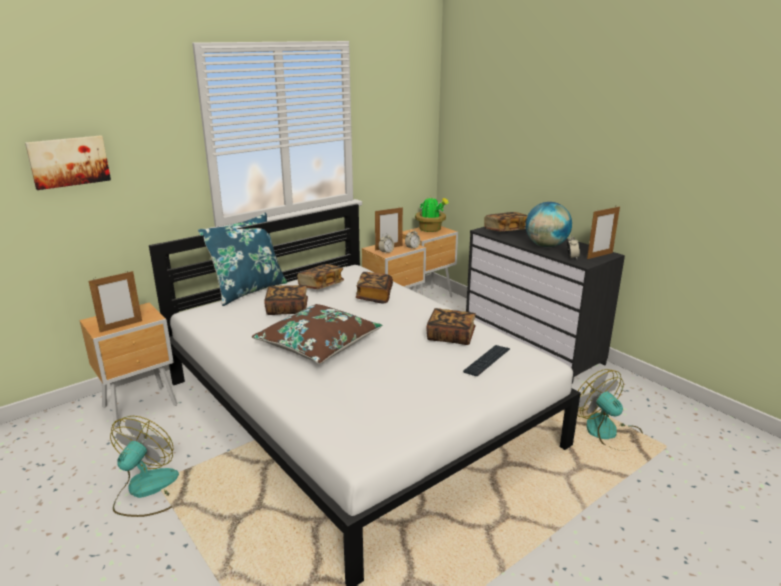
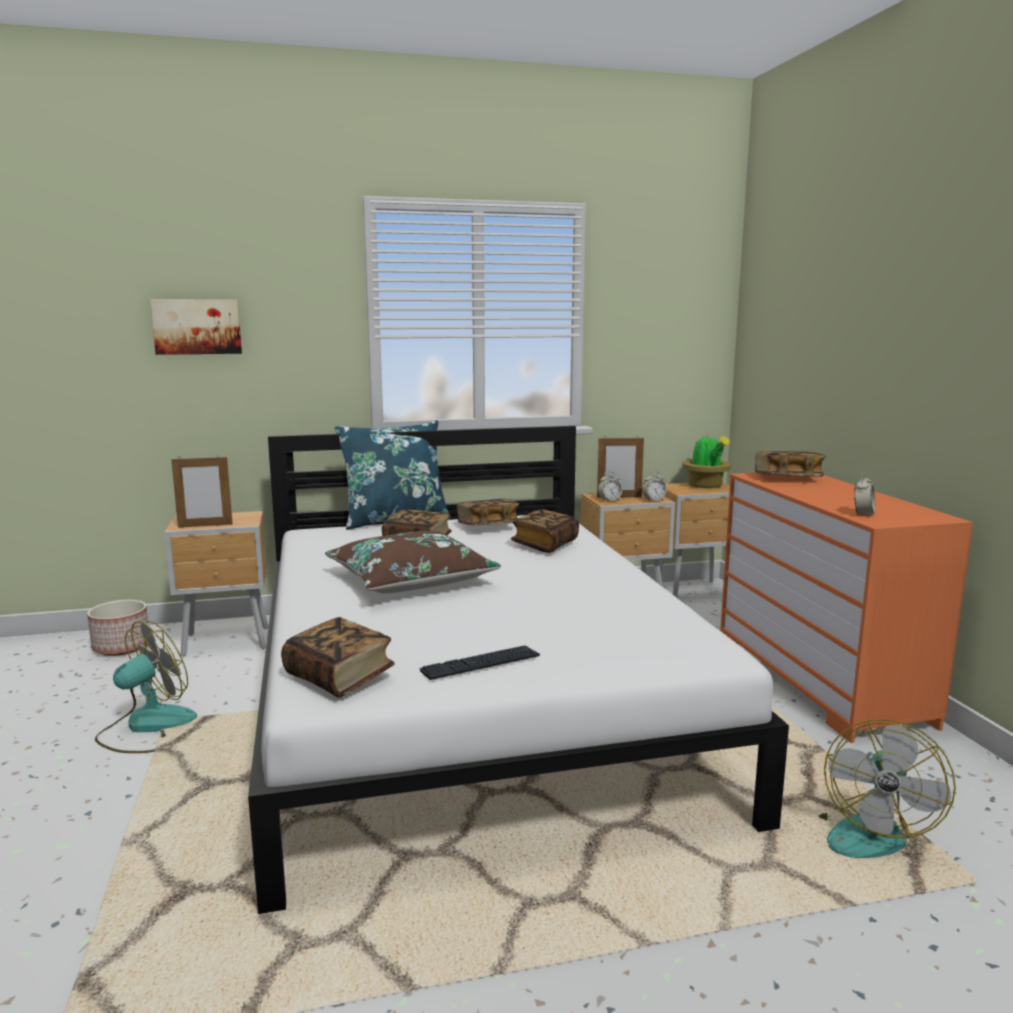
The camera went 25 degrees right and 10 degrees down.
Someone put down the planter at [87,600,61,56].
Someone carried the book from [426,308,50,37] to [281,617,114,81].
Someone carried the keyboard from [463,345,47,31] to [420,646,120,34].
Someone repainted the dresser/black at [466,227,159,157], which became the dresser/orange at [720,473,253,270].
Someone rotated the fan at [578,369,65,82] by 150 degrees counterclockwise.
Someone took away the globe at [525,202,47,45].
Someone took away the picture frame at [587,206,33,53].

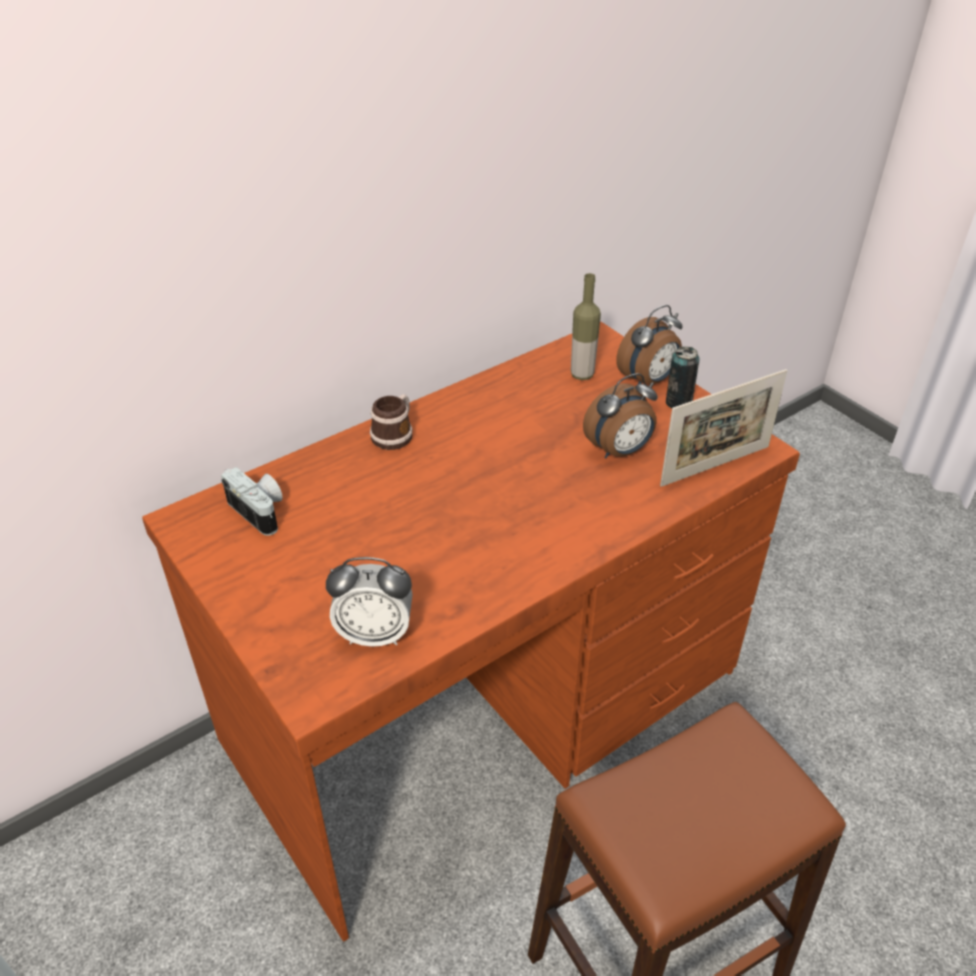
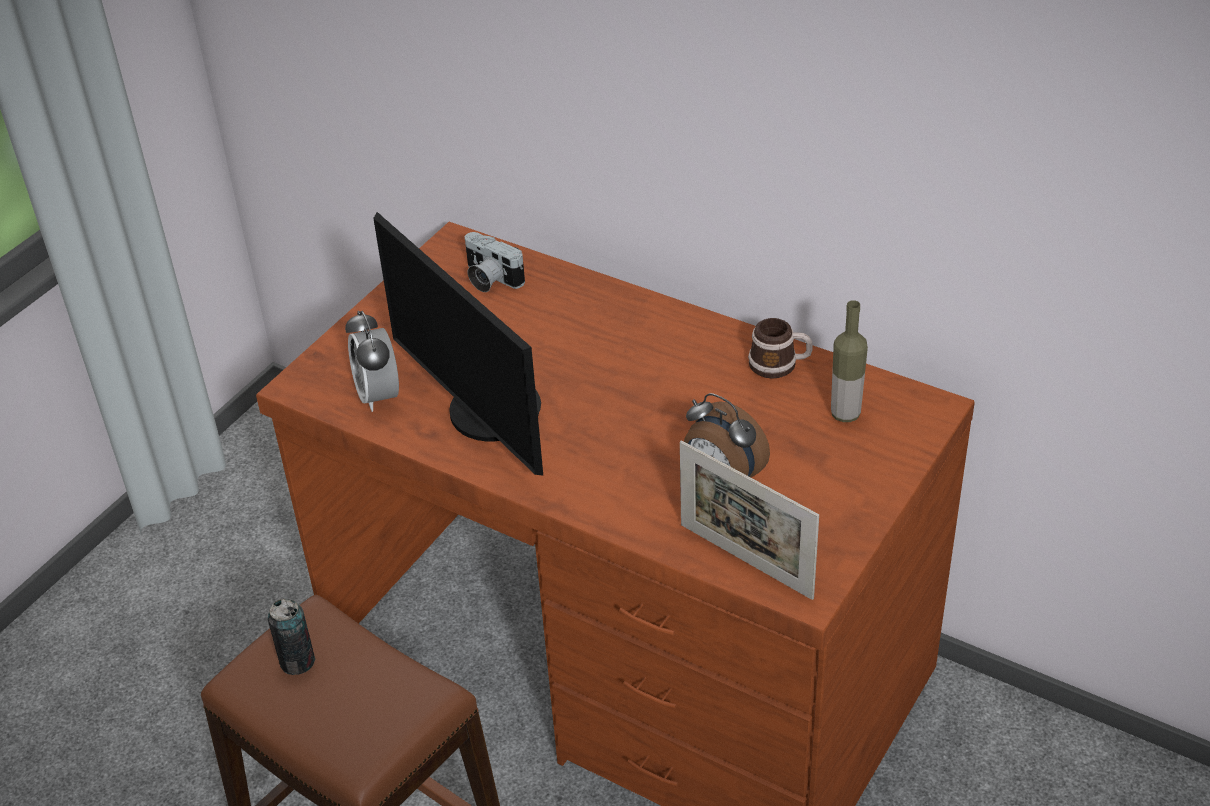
The camera went 70 degrees right and 0 degrees up.
Someone carried the can from [666,346,34,62] to [268,598,47,77].
Someone put down the monitor at [373,212,170,264].
Someone rotated the photo camera at [221,467,62,69] by 105 degrees clockwise.
Someone carried the mug from [370,394,43,56] to [748,318,65,61].
Someone took away the alarm clock at [617,305,65,79].

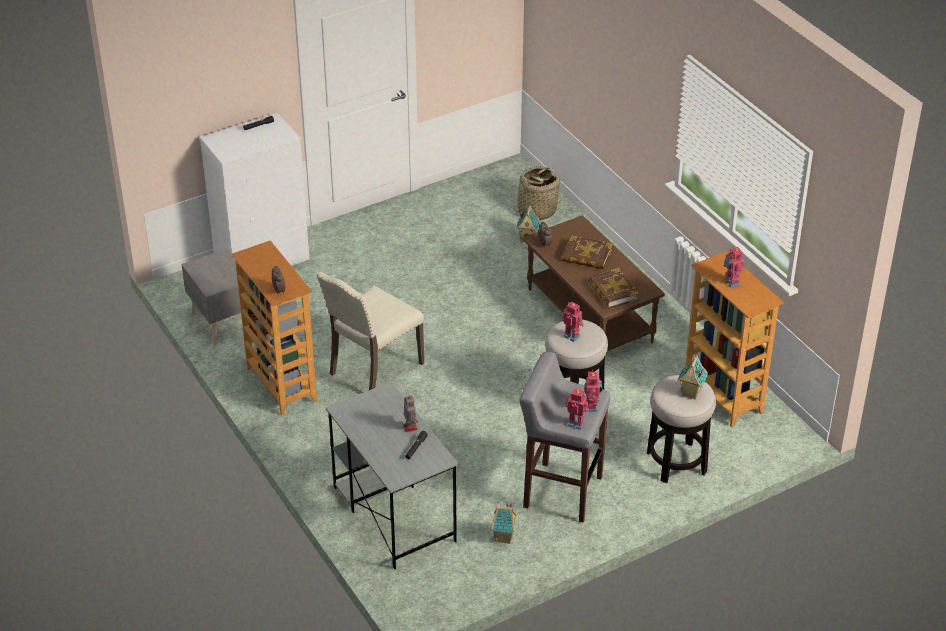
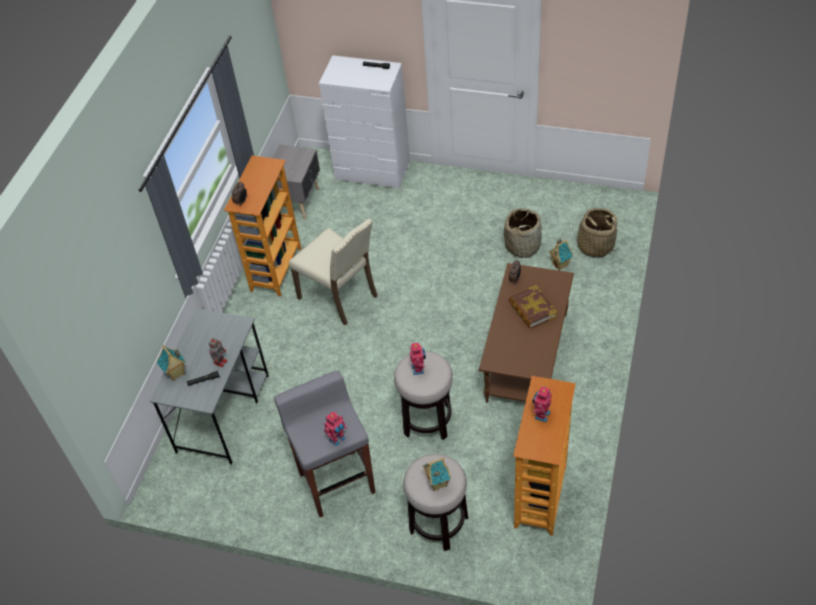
The camera went 50 degrees right and 10 degrees up.
Someone carried the toy house from [491,503,26,41] to [157,345,29,36].
Someone rotated the chair/beige at [316,272,108,118] by 135 degrees counterclockwise.
Someone put down the basket at [504,208,38,50].
Someone took away the toy robot at [565,388,24,42].
Someone took away the book at [588,268,51,40].

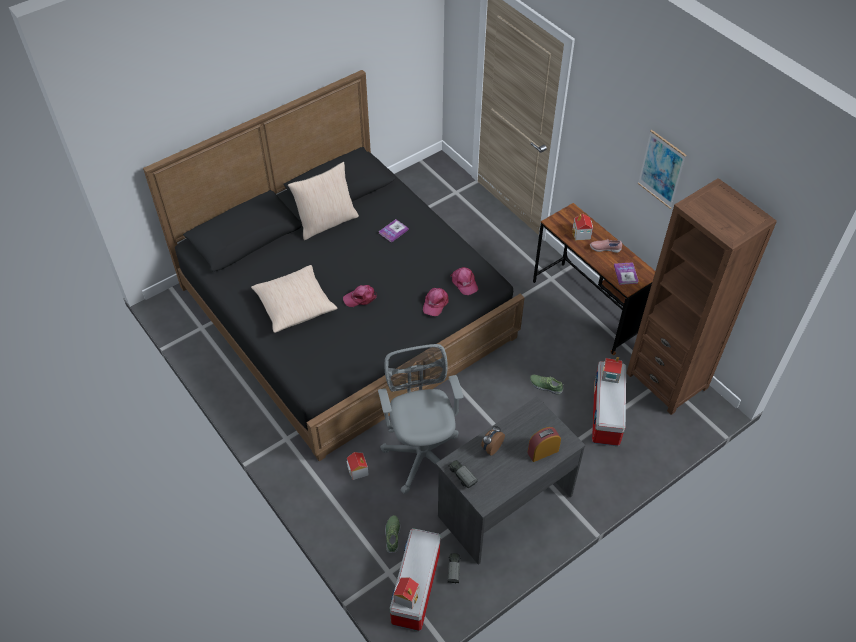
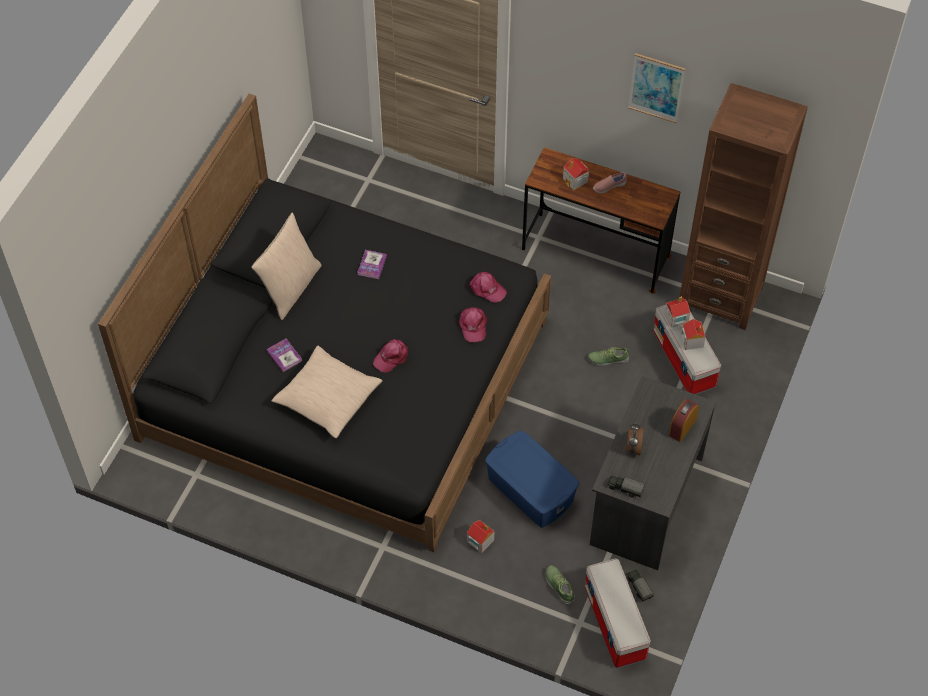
The camera went 30 degrees left and 5 degrees up.
Someone carried the book from [614,262,25,23] to [266,339,36,33].
Someone swapped the office chair/grey at [378,344,85,150] for the storage box/blue at [485,431,94,97].
Someone carried the toy house from [394,577,25,32] to [681,319,25,31].

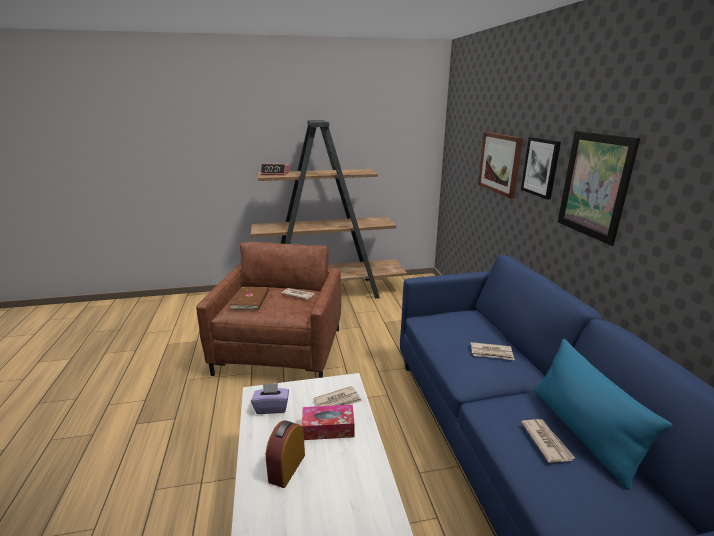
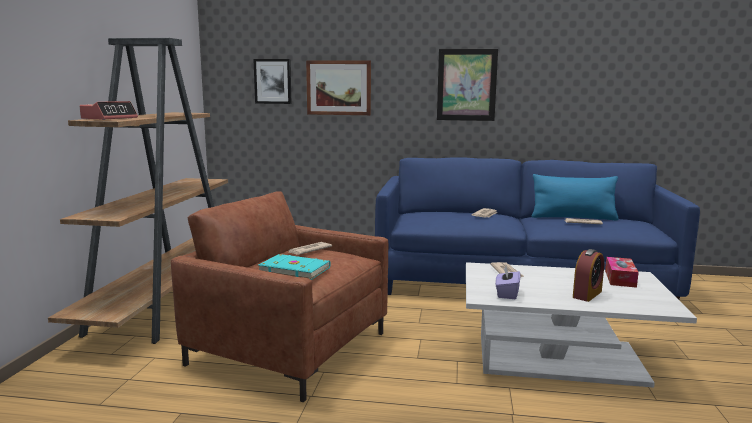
The camera went 70 degrees left and 10 degrees down.
Someone carried the picture from [521,137,40,62] to [253,59,39,45].
Someone repainted the book/brown at [230,287,39,23], which became the book/turquoise at [258,254,73,26].
Someone rotated the alarm clock at [266,420,39,68] by 90 degrees counterclockwise.
Someone carried the tissue box from [302,405,53,35] to [605,257,34,31].

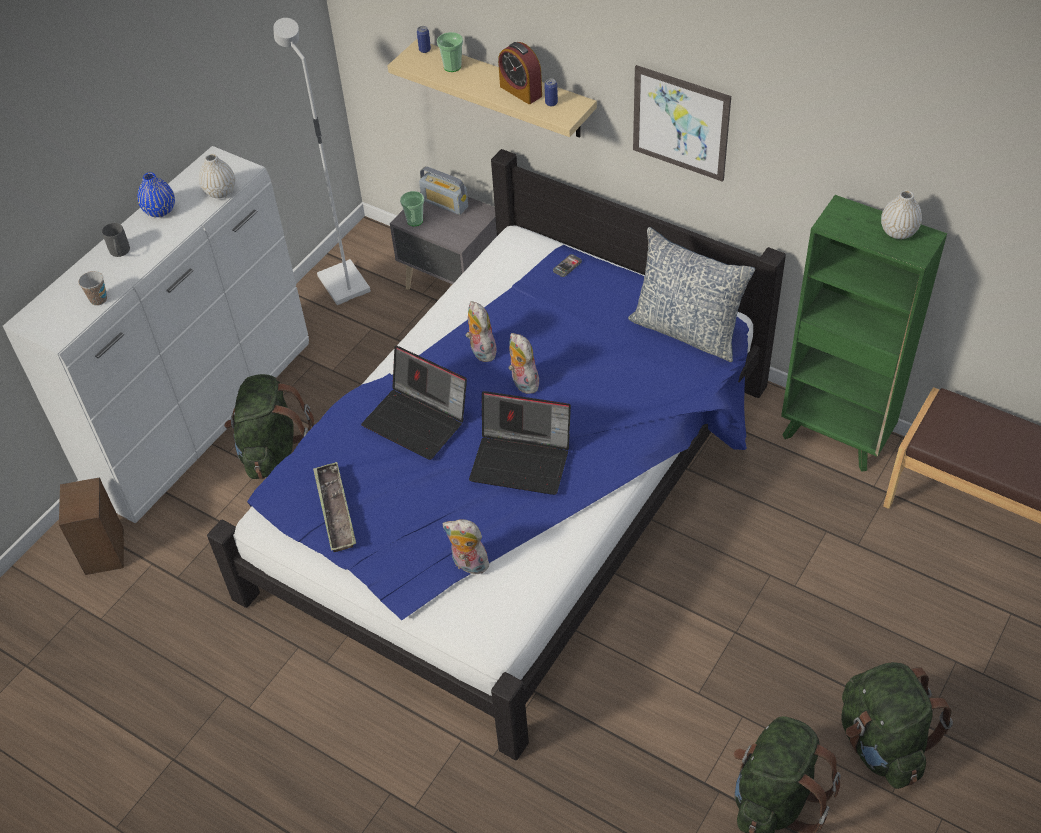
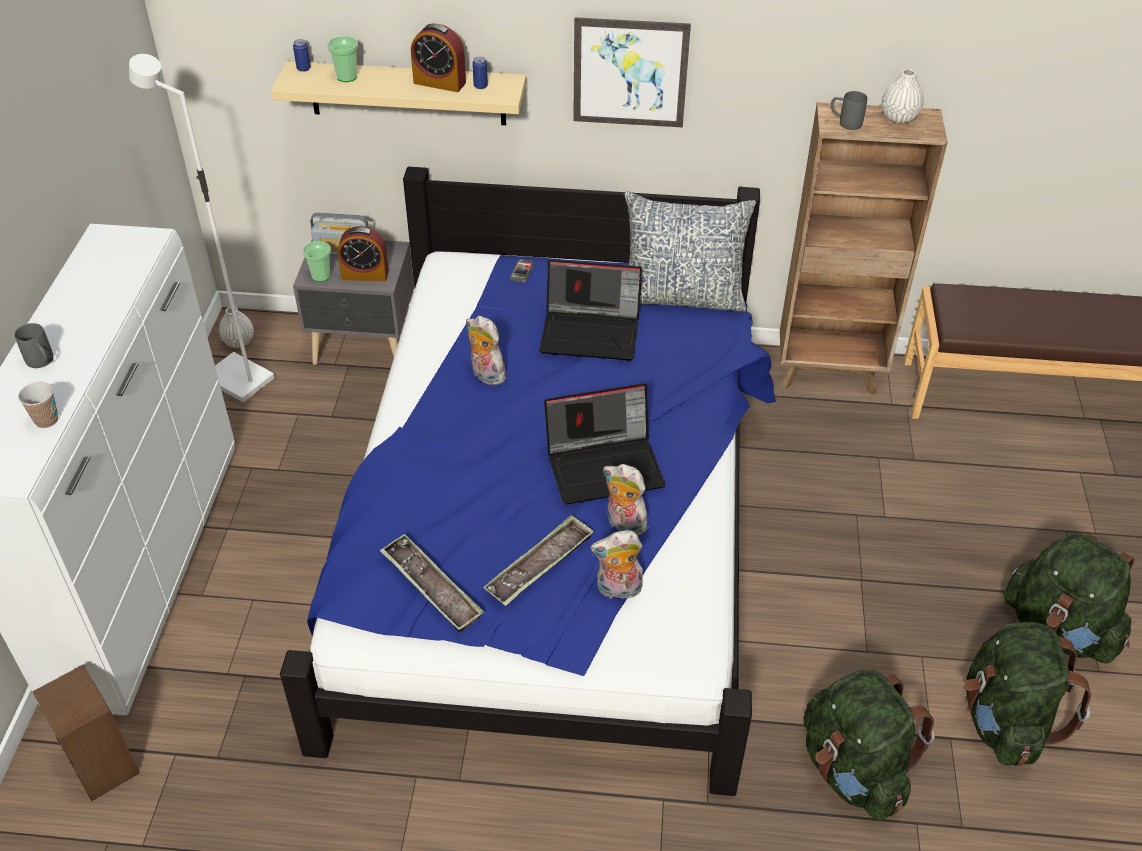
The camera went 30 degrees left and 5 degrees down.
Someone carried the vase/white from [199,154,36,44] to [219,307,35,41].
Someone put down the alarm clock at [338,226,51,55].
Someone put down the tray at [483,515,111,91].
Someone carried the laptop from [361,346,106,114] to [539,260,103,100].
Someone carried the plush toy from [508,333,31,61] to [603,464,44,72].
Someone repainted the bookcase/green at [781,195,166,277], which became the bookcase/brown at [780,102,168,293].
Someone carried the backpack/green from [224,374,90,105] to [804,670,131,151].
Someone put down the mug/grey at [831,91,36,39].
Someone took away the vase/blue at [138,172,37,45].

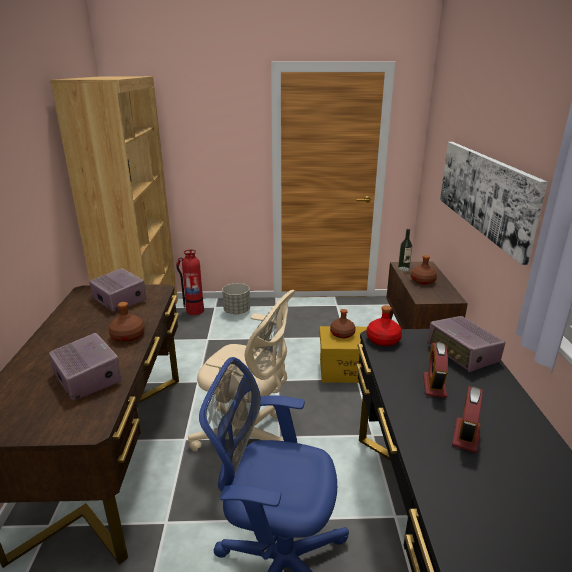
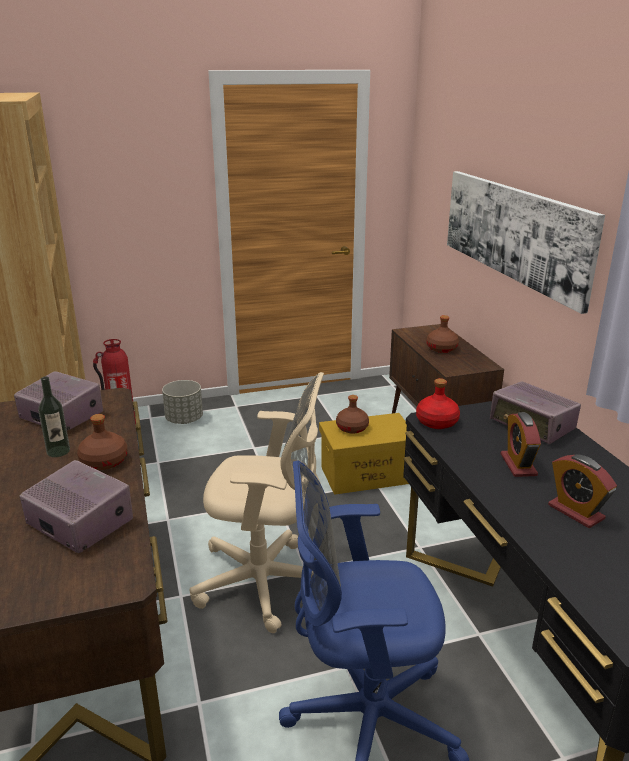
The camera went 15 degrees left and 0 degrees up.
Someone carried the bottle from [398,229,14,42] to [38,376,32,81].
Someone rotated the alarm clock at [452,386,31,67] by 45 degrees counterclockwise.

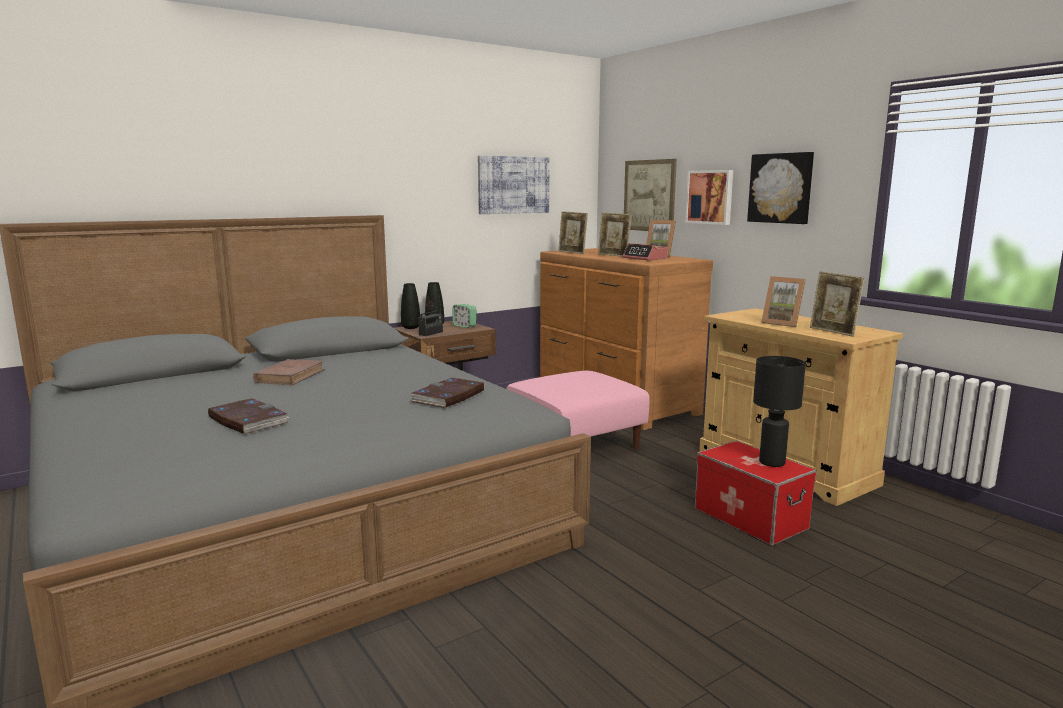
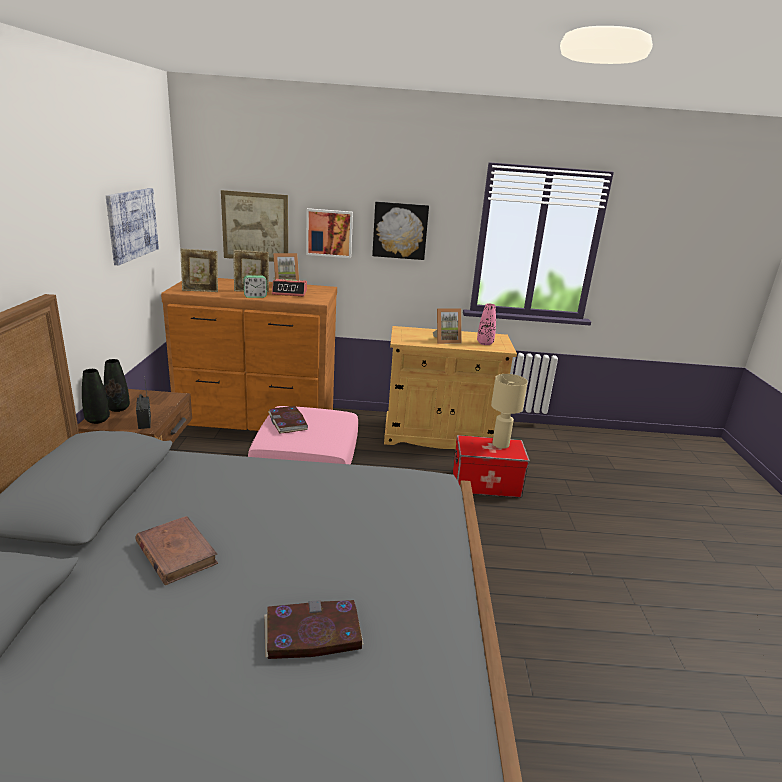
The camera went 55 degrees left and 10 degrees up.
Someone carried the alarm clock from [453,304,23,24] to [243,275,24,23].
Someone carried the book from [410,378,74,30] to [268,406,40,28].
Someone swapped the picture frame at [810,271,55,66] for the vase/pink at [477,303,19,42].
Someone repainted the table lamp/black at [753,356,53,111], which became the table lamp/beige at [491,374,37,75].

